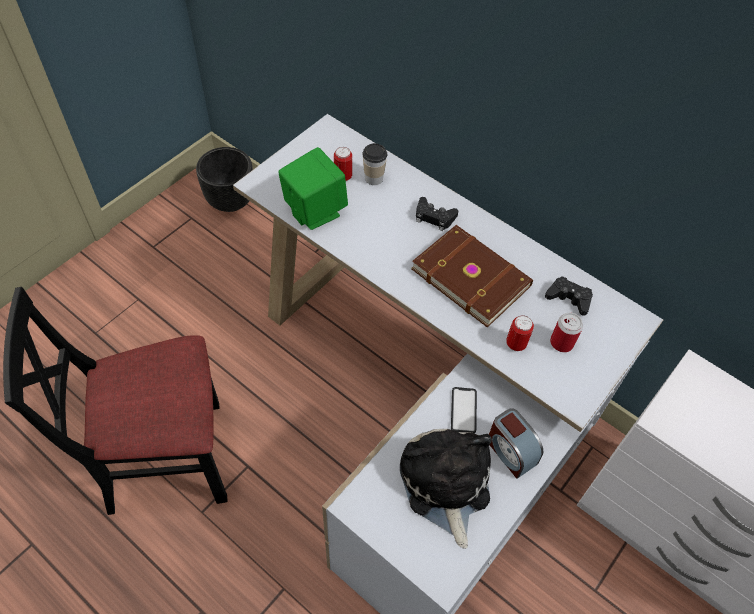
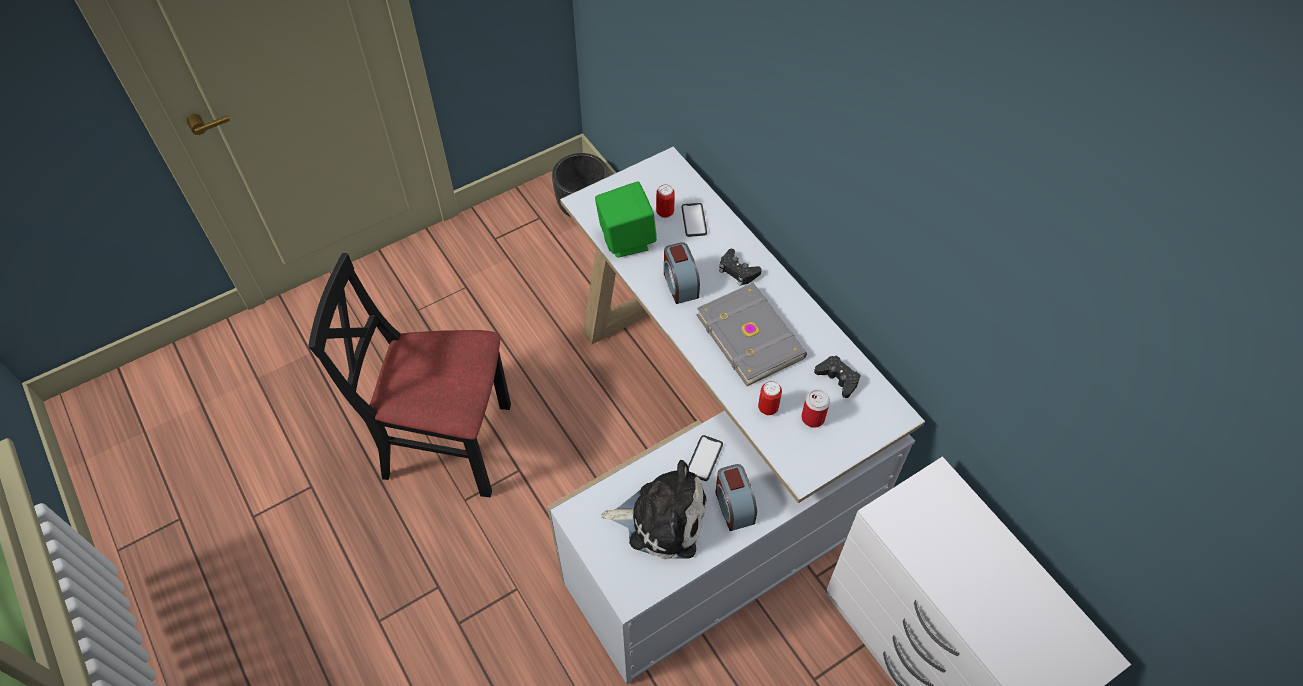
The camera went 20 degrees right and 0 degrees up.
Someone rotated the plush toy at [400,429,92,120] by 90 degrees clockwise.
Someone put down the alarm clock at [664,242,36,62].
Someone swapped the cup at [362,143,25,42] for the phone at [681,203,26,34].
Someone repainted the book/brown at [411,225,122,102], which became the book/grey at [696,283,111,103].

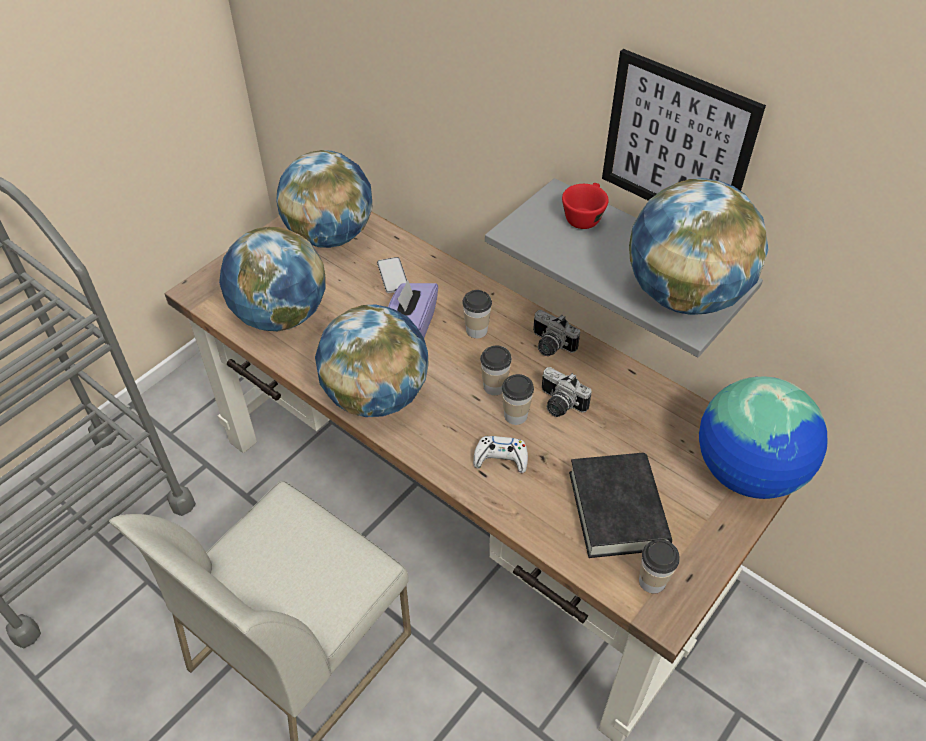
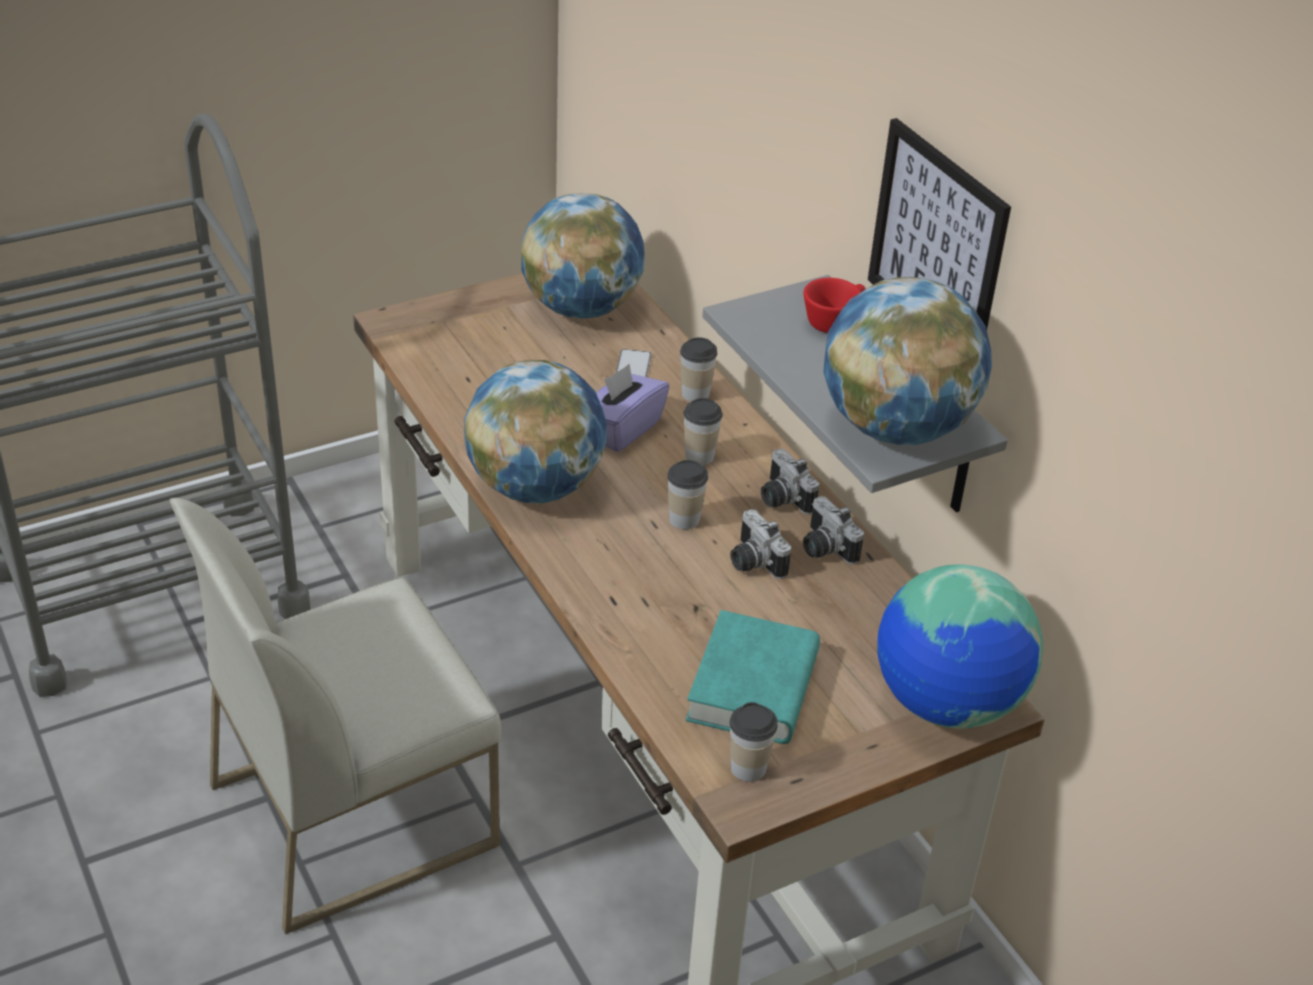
The camera went 20 degrees right and 10 degrees down.
Someone carried the cup from [502,374,32,51] to [680,337,37,64].
Someone repainted the book/black at [569,453,103,105], which became the book/turquoise at [686,610,134,134].
Someone put down the photo camera at [803,496,61,69].
Someone took away the globe at [219,227,106,104].
Someone took away the game controller/white at [473,436,55,37].

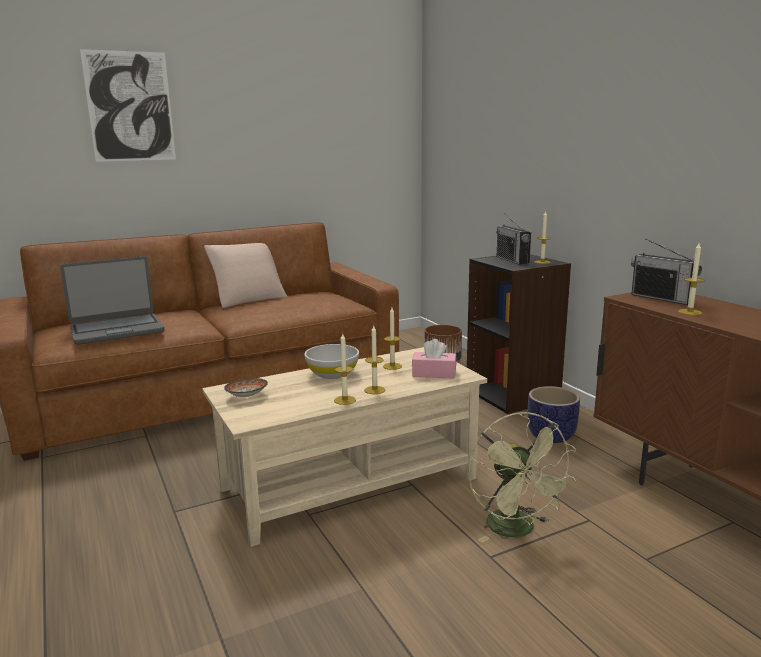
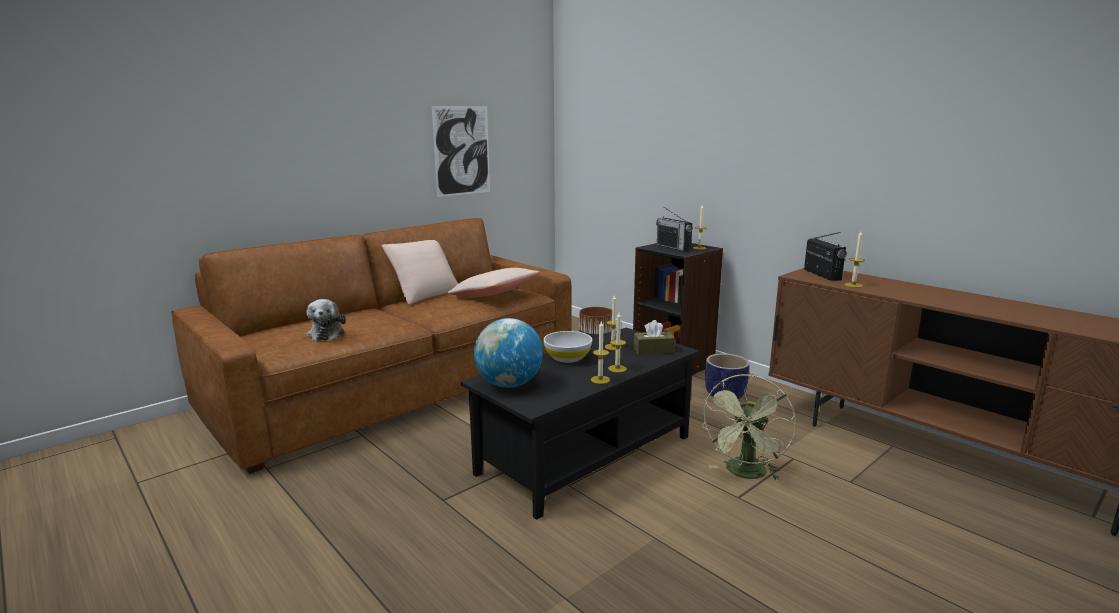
The camera went 15 degrees left and 0 degrees up.
Someone swapped the laptop at [60,256,105,89] for the plush toy at [307,299,39,42].
Someone carried the picture from [80,49,96,113] to [431,106,59,91].
Someone put down the pillow/beige at [448,268,92,30].
Someone repainted the coffee table/beige at [202,347,285,200], which became the coffee table/black at [461,328,238,192].
Someone swapped the bowl at [224,378,44,19] for the globe at [474,318,69,70].
Someone repainted the tissue box/pink at [412,339,44,40], which became the tissue box/brown at [634,320,41,35].
Someone rotated the fan/green at [468,412,109,131] by 60 degrees clockwise.
Someone rotated the radio at [631,238,71,67] by 135 degrees counterclockwise.

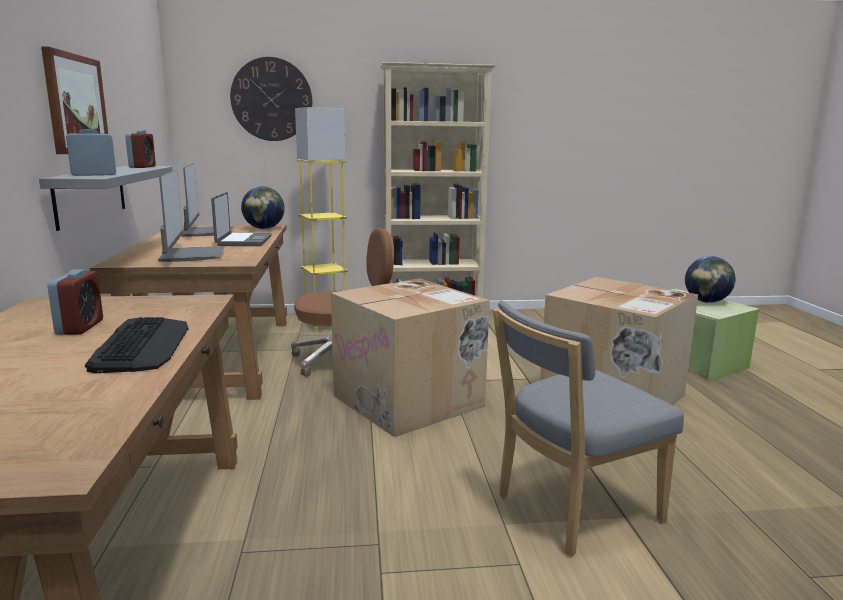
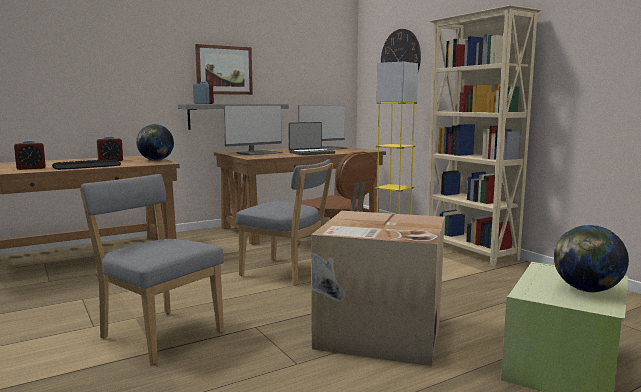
The camera went 65 degrees right and 5 degrees down.
Someone carried the alarm clock from [125,130,31,38] to [14,140,32,30].
Someone carried the globe from [241,186,44,43] to [136,124,38,37].
Someone swapped the cardboard box at [331,279,159,158] for the chair/grey at [236,159,97,127].

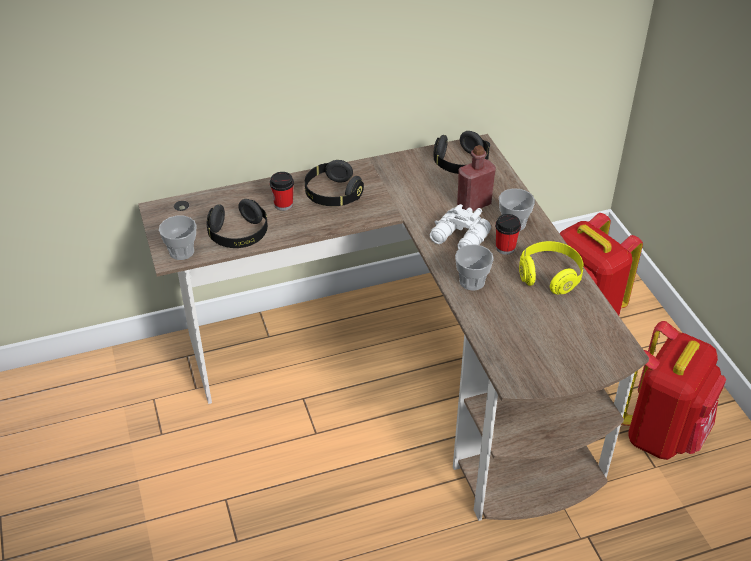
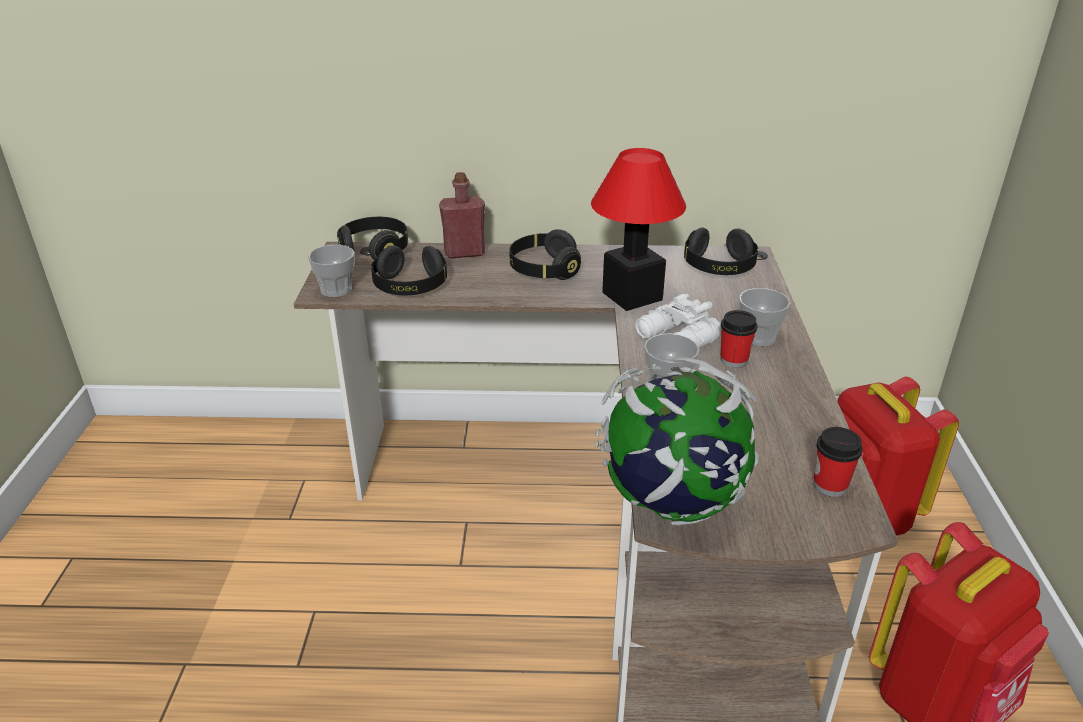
The camera went 20 degrees right and 10 degrees down.
Someone put down the headphones/black at [337,217,71,43].
Someone carried the bottle/red from [457,145,39,66] to [439,172,46,87].
Someone put down the table lamp at [591,148,95,163].
Someone put down the globe at [595,357,164,169].
Someone carried the cup from [270,172,24,39] to [813,427,50,70].
Someone took away the headphones/yellow at [519,241,65,53].

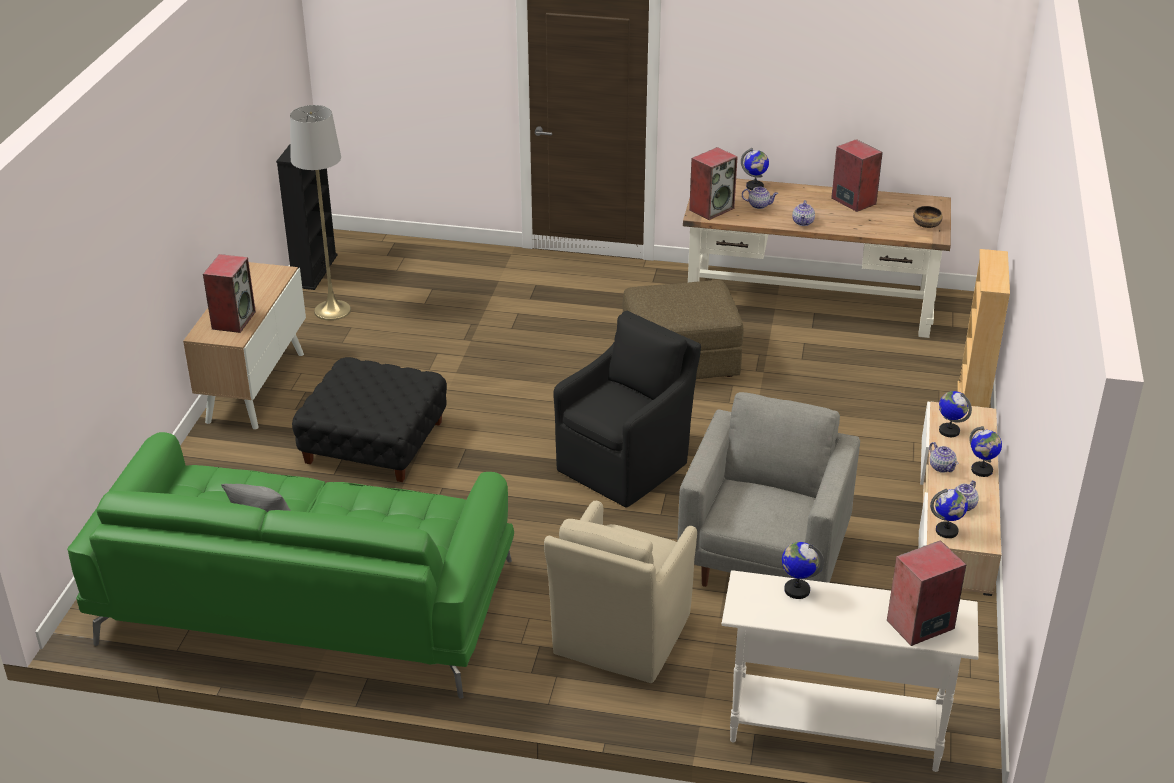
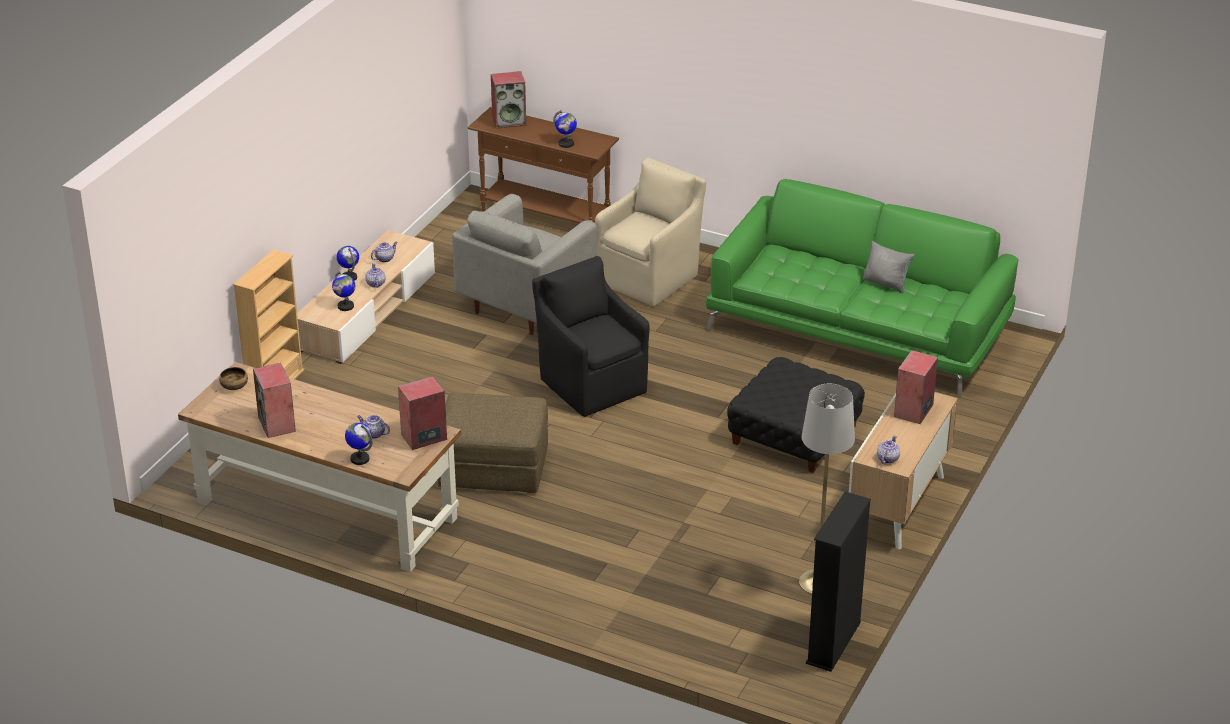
The camera went 165 degrees left and 0 degrees up.
Someone repainted the console table/white at [721,570,258,202], which became the console table/brown at [468,107,151,116].
Someone rotated the armchair/black at [553,311,148,197] by 90 degrees clockwise.
Someone carried the teapot from [792,200,23,26] to [877,435,23,29].
Someone took away the globe at [930,489,38,49].

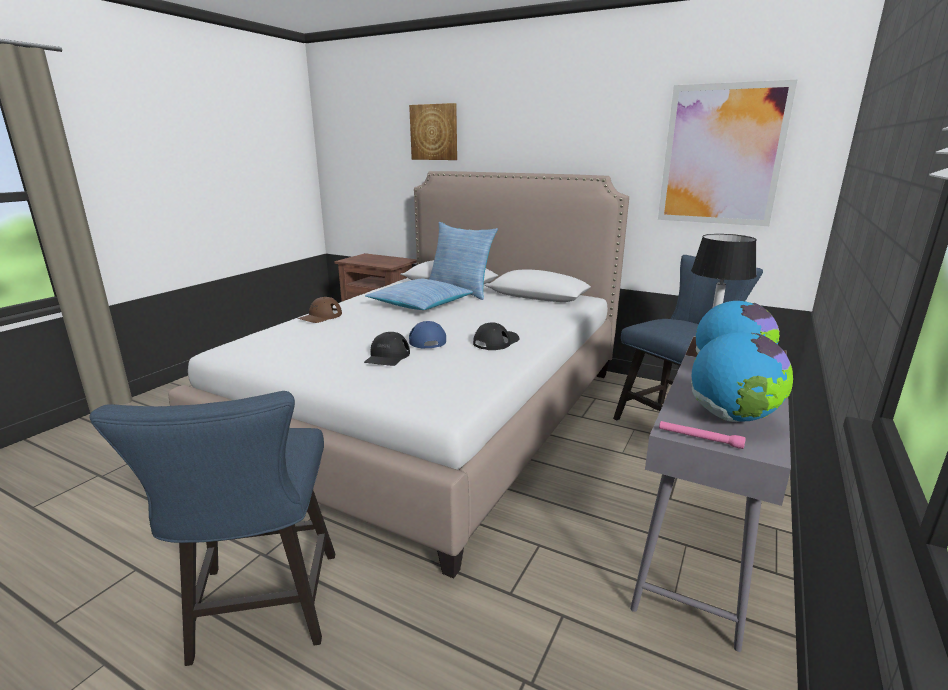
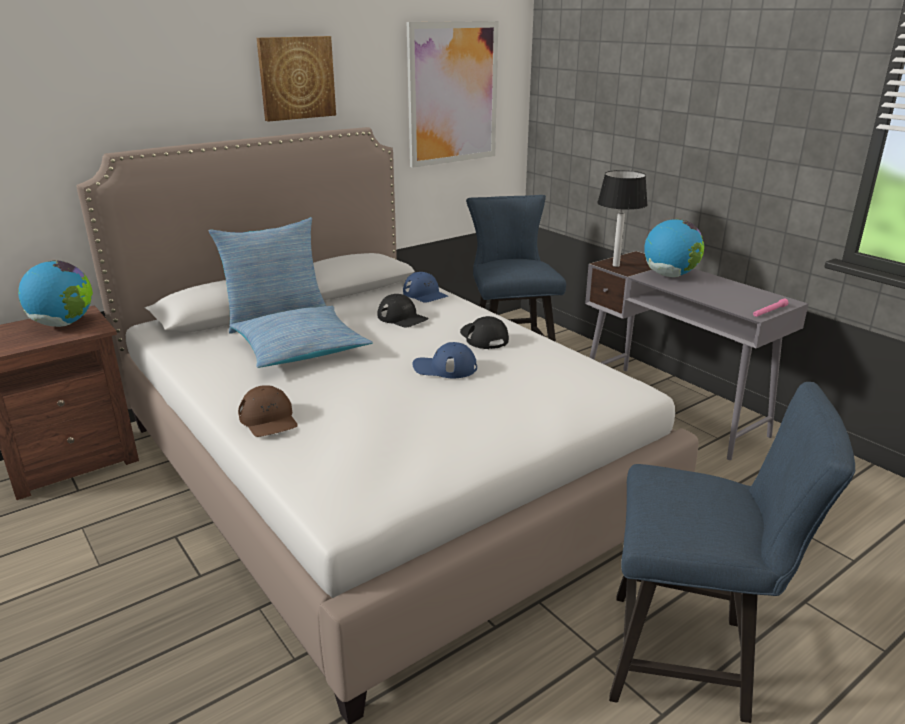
The camera went 65 degrees left and 5 degrees up.
Someone carried the globe from [691,332,102,90] to [18,260,75,67].
Someone carried the picture from [409,103,48,57] to [256,36,80,86].
Someone carried the cap/black from [364,332,46,34] to [378,294,51,33].
Someone put down the cap/blue at [403,272,45,31].

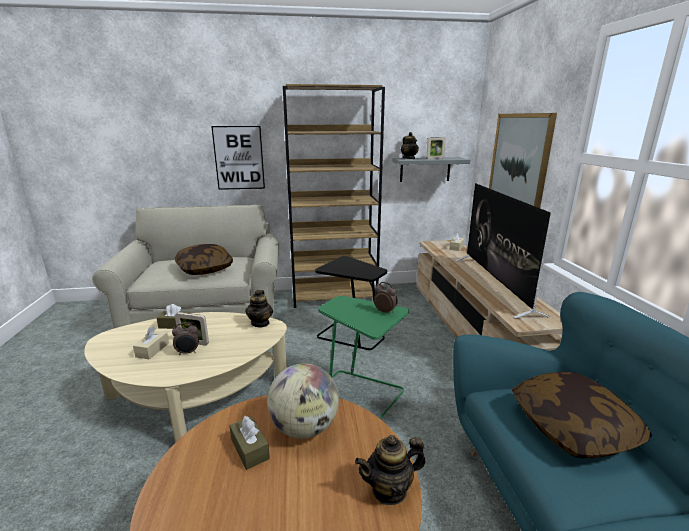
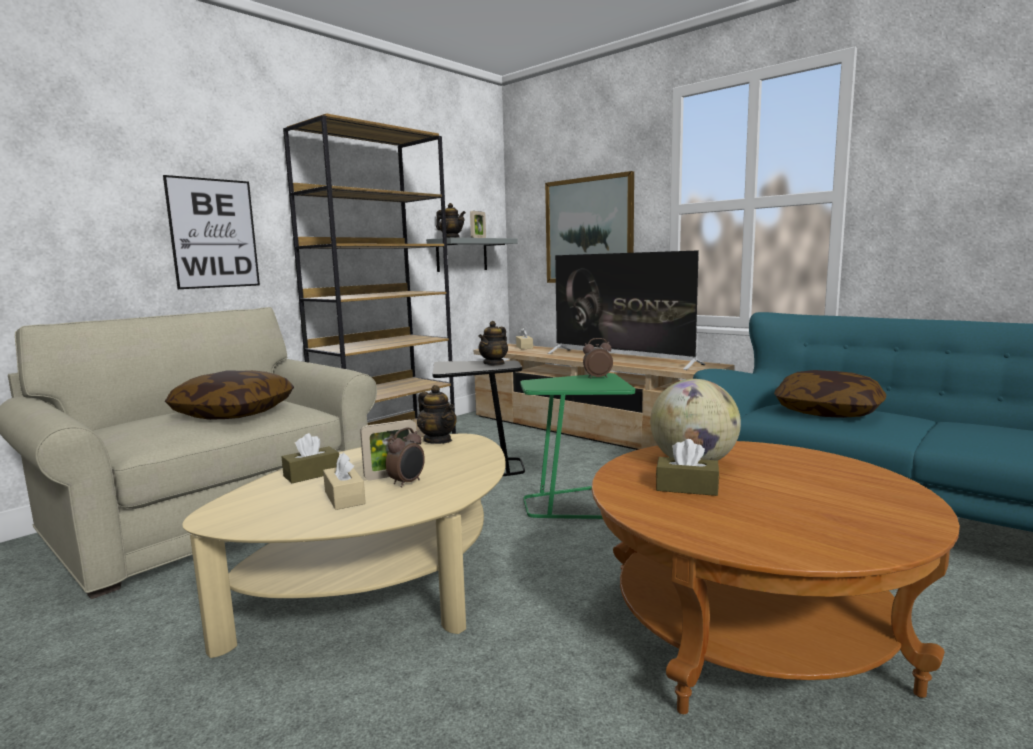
The camera went 40 degrees left and 10 degrees down.
Someone carried the teapot from [355,435,71,70] to [478,321,30,45].

